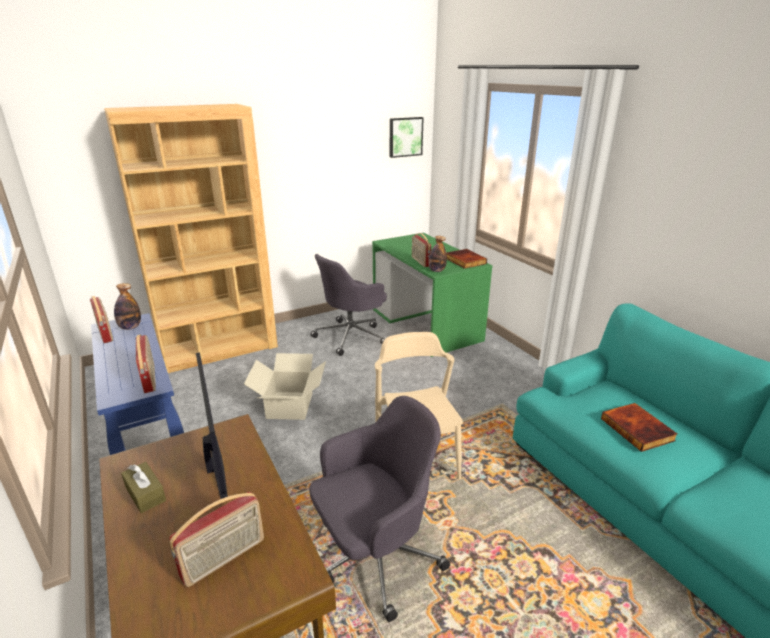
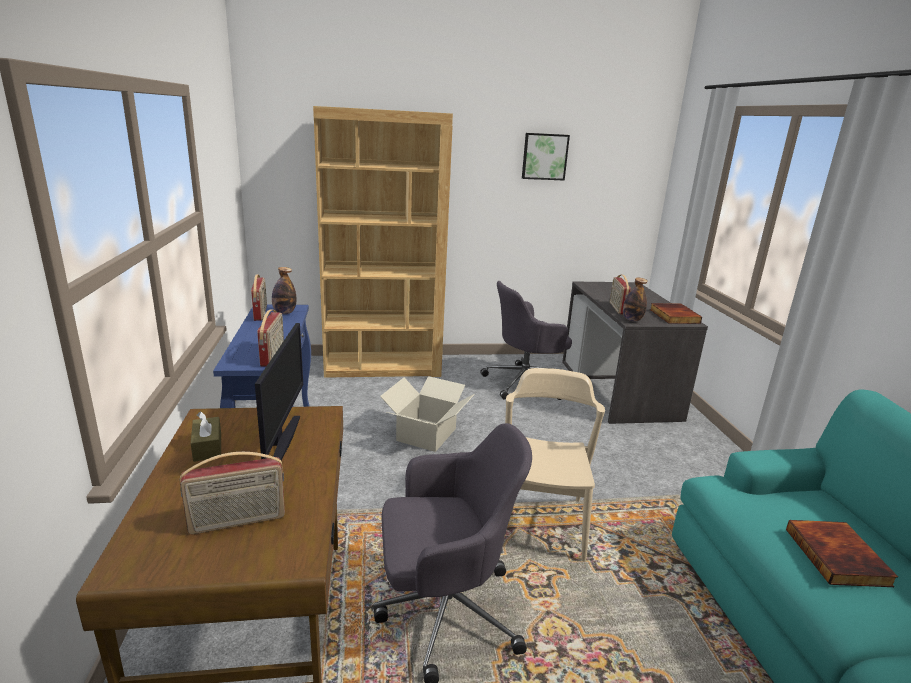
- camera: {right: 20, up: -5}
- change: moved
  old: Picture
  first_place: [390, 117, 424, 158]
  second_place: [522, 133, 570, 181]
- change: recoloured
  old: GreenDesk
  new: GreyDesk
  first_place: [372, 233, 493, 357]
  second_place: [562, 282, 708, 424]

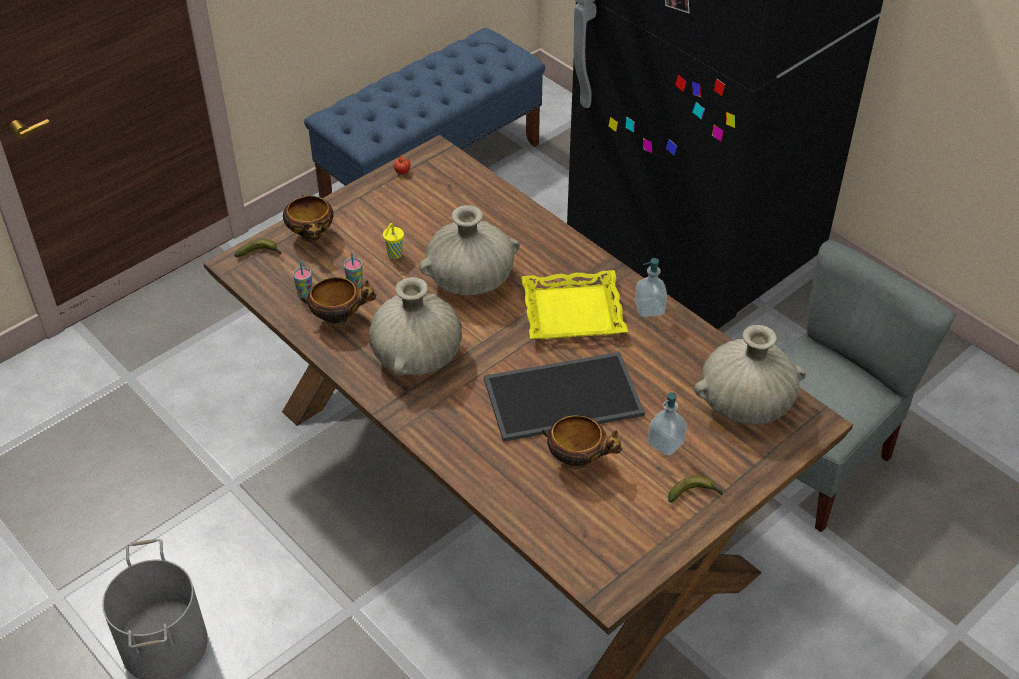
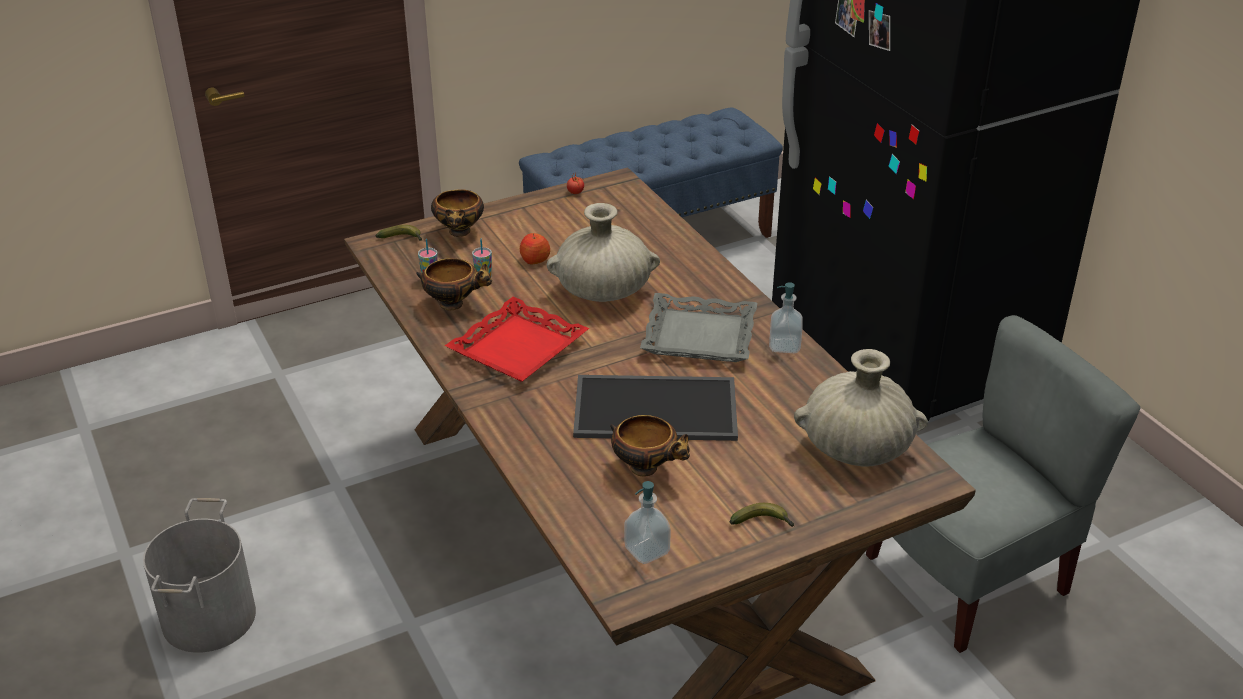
- camera: {right: 15, up: -10}
- change: replaced
  old: BeigeVase
  new: RedTray
  first_place: [369, 277, 462, 376]
  second_place: [445, 297, 589, 382]
- change: replaced
  old: YellowCup
  new: Apple
  first_place: [383, 223, 404, 259]
  second_place: [520, 233, 550, 264]
- change: moved
  old: SoapDispenser
  first_place: [647, 392, 687, 456]
  second_place: [625, 481, 671, 564]
- change: recoloured
  old: YellowTray
  new: GreyTray
  first_place: [521, 270, 628, 339]
  second_place: [640, 293, 757, 362]

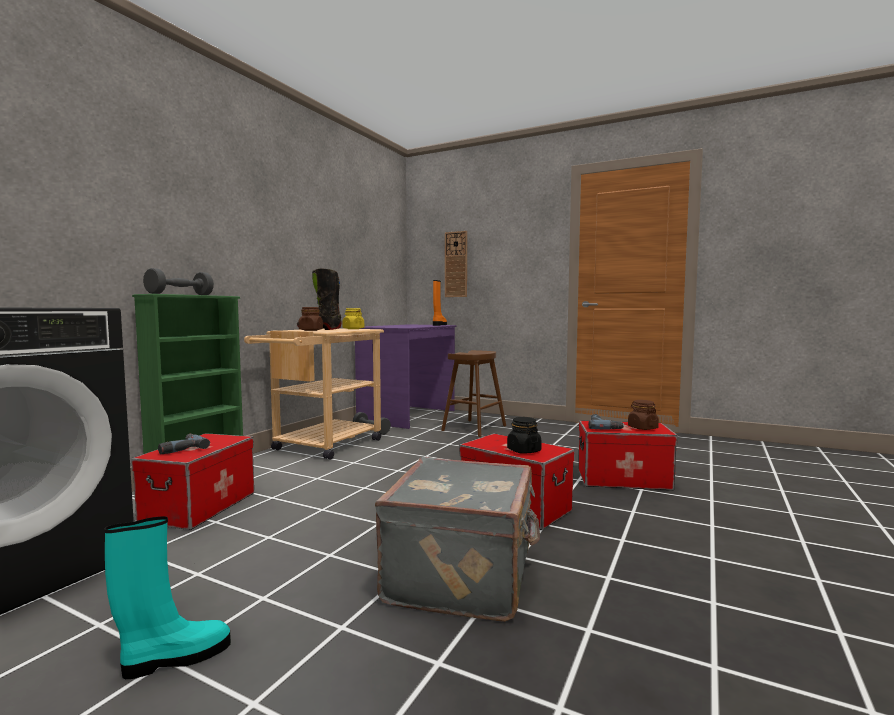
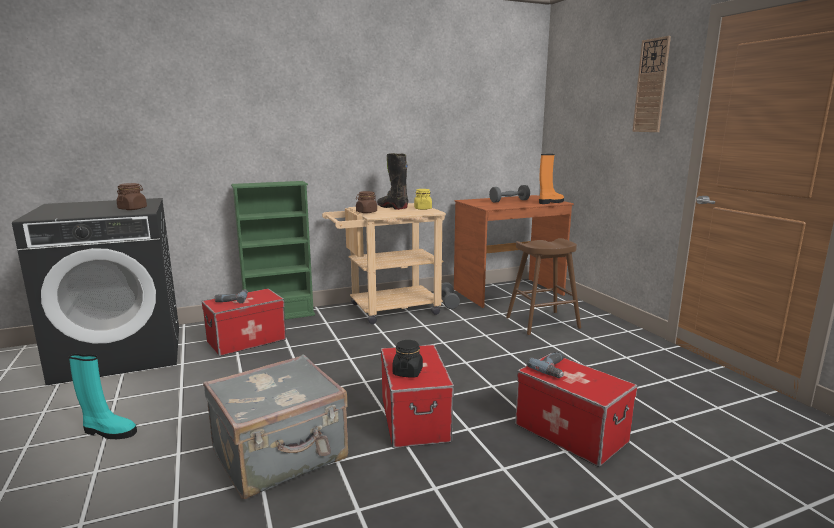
- camera: {right: 40, up: 10}
- change: moved
  old: BrownJar
  first_place: [628, 400, 659, 430]
  second_place: [117, 183, 147, 210]
- change: recoloured
  old: PurpleDesk
  new: BrownDesk
  first_place: [355, 324, 457, 429]
  second_place: [454, 195, 574, 308]
- change: moved
  old: GreyDumbbell
  first_place: [143, 268, 214, 295]
  second_place: [489, 185, 530, 203]
- change: moved
  old: WallClock
  first_place: [445, 231, 467, 297]
  second_place: [632, 36, 671, 132]

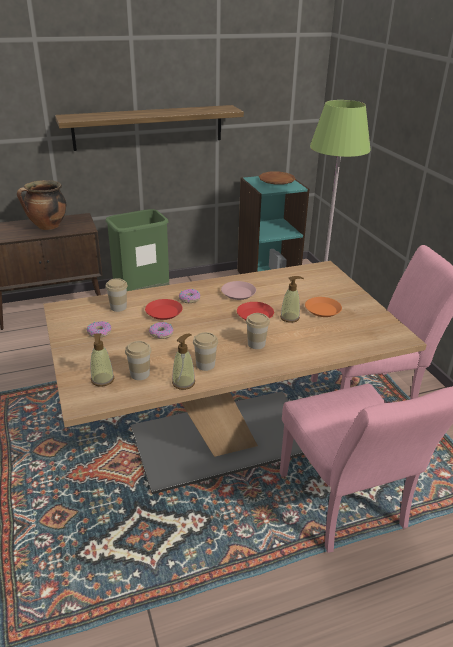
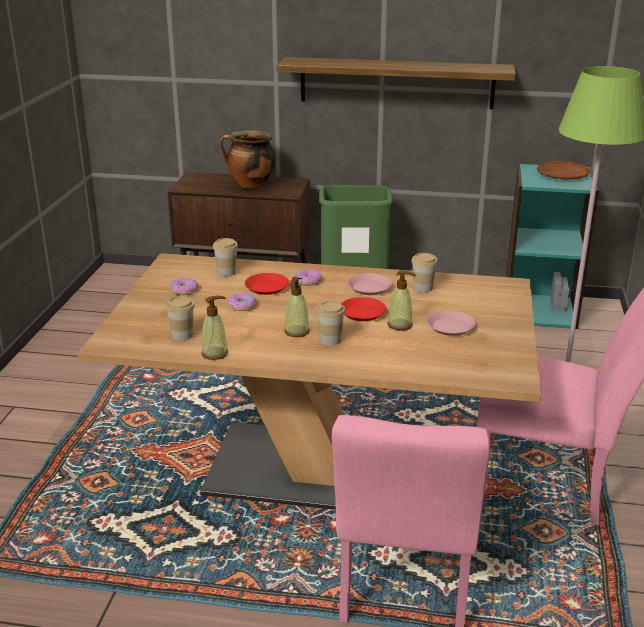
- camera: {right: 30, up: -5}
- change: moved
  old: SoapDispenser
  first_place: [91, 333, 114, 387]
  second_place: [284, 277, 310, 337]
- change: moved
  old: Cup
  first_place: [193, 332, 218, 371]
  second_place: [411, 253, 438, 293]
- change: recoloured
  old: OrangePlate
  new: PinkPlate
  first_place: [305, 297, 342, 317]
  second_place: [427, 310, 476, 336]

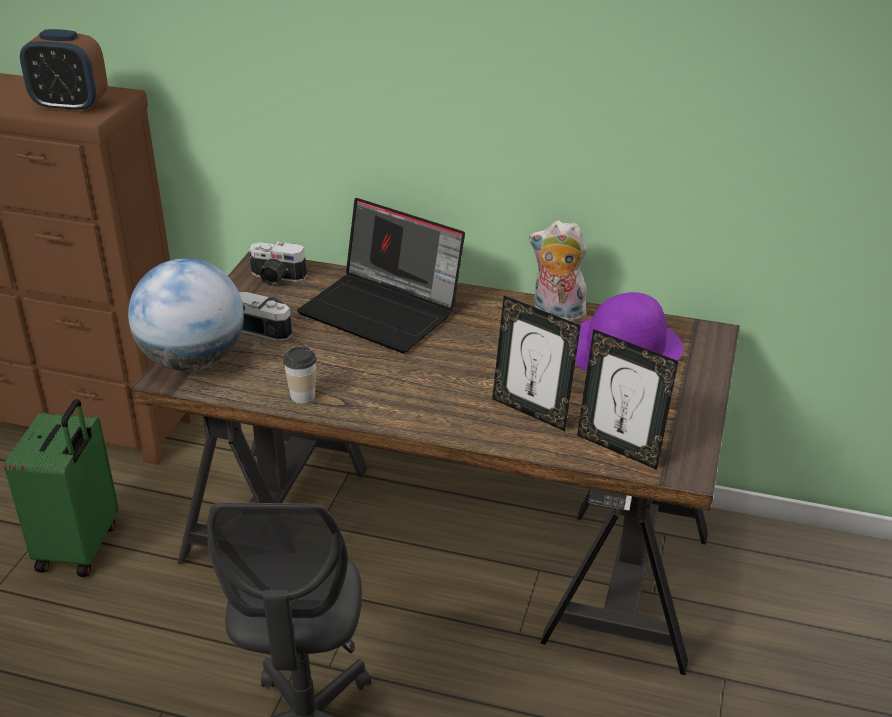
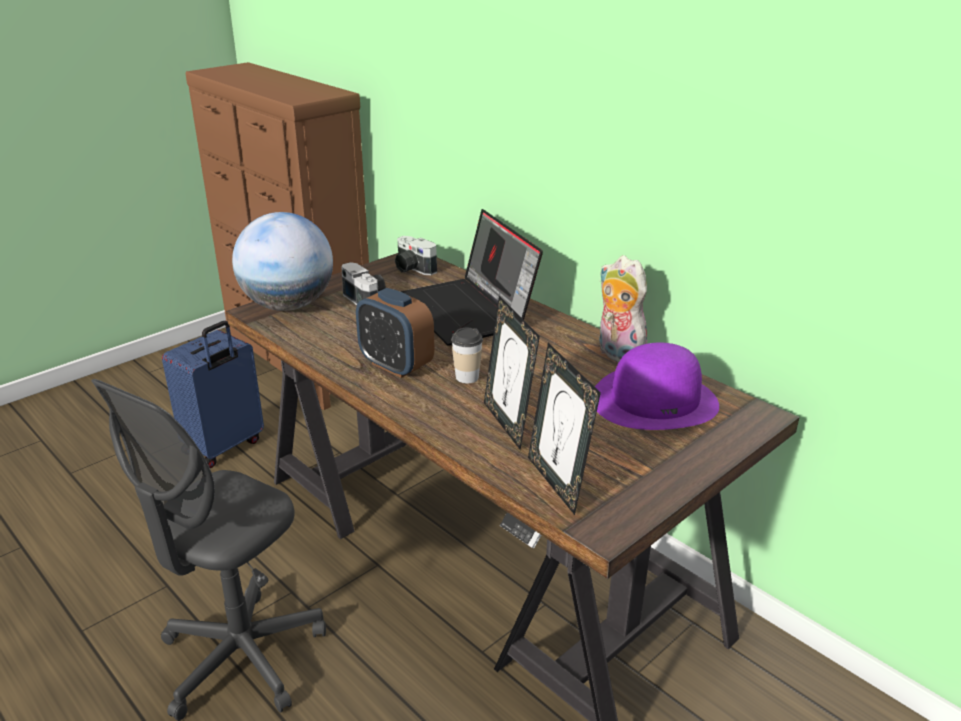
- camera: {right: 30, up: -5}
- change: recoloured
  old: GreenSuitcase
  new: BlueSuitcase
  first_place: [5, 399, 118, 577]
  second_place: [162, 321, 264, 468]
- change: moved
  old: AlarmClock
  first_place: [20, 29, 108, 113]
  second_place: [356, 288, 435, 378]
- change: moved
  old: Cup
  first_place: [283, 346, 316, 404]
  second_place: [451, 328, 483, 383]

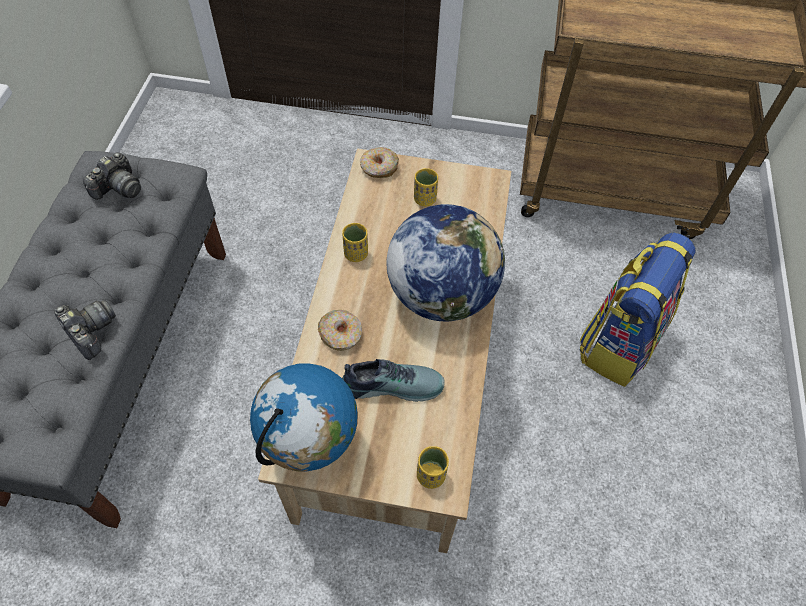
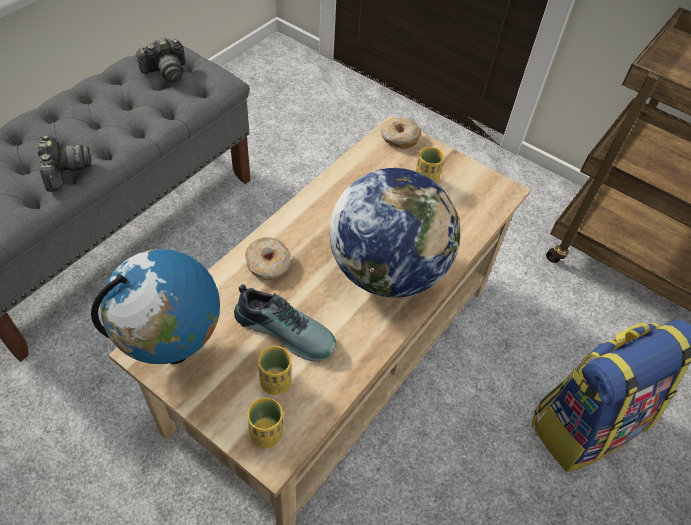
- camera: {right: 25, up: -5}
- change: moved
  old: YellowCup
  first_place: [342, 223, 368, 262]
  second_place: [258, 346, 292, 395]

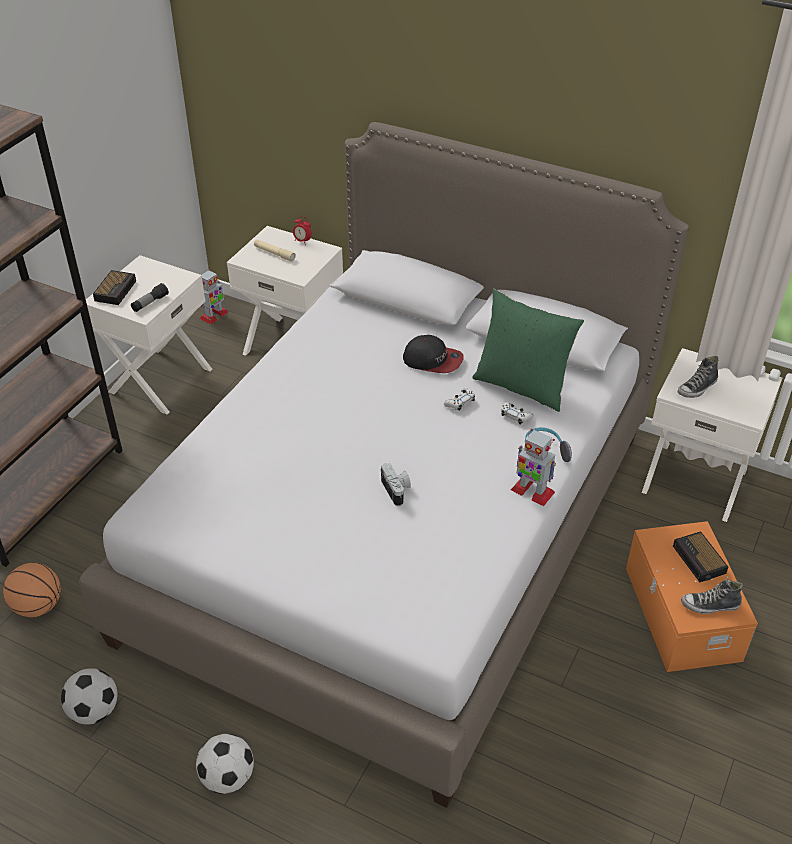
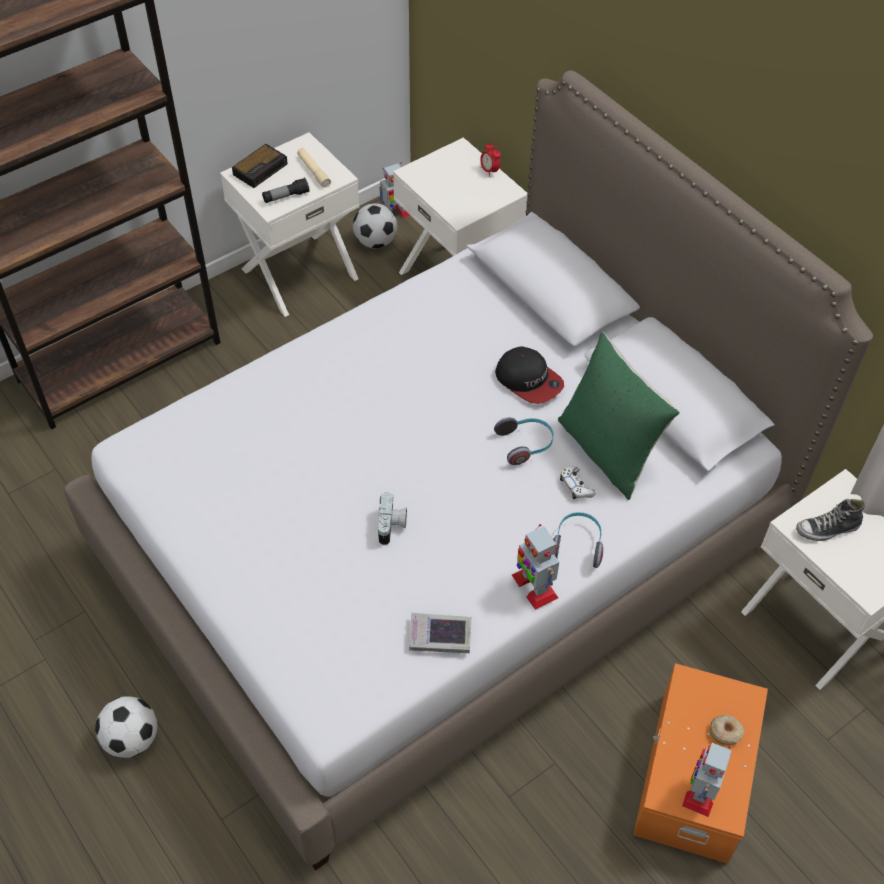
- camera: {right: 25, up: 10}
- change: moved
  old: BeigeFlashlight
  first_place: [254, 240, 296, 262]
  second_place: [297, 148, 331, 188]
- change: moved
  old: Football
  first_place: [61, 668, 118, 725]
  second_place: [353, 203, 397, 249]
- change: added
  new: Book
  second_place: [409, 613, 471, 653]
- change: replaced
  old: WhiteGameController
  new: Headphones
  first_place: [444, 388, 475, 411]
  second_place: [494, 417, 554, 465]
- change: replaced
  old: Shoe
  new: ToyRobot
  first_place: [681, 579, 743, 614]
  second_place: [682, 743, 732, 817]
- change: replaced
  old: AlarmClock
  new: Donut
  first_place: [673, 531, 728, 582]
  second_place: [710, 715, 745, 746]
- change: removed
  old: Basketball
  first_place: [3, 562, 61, 617]

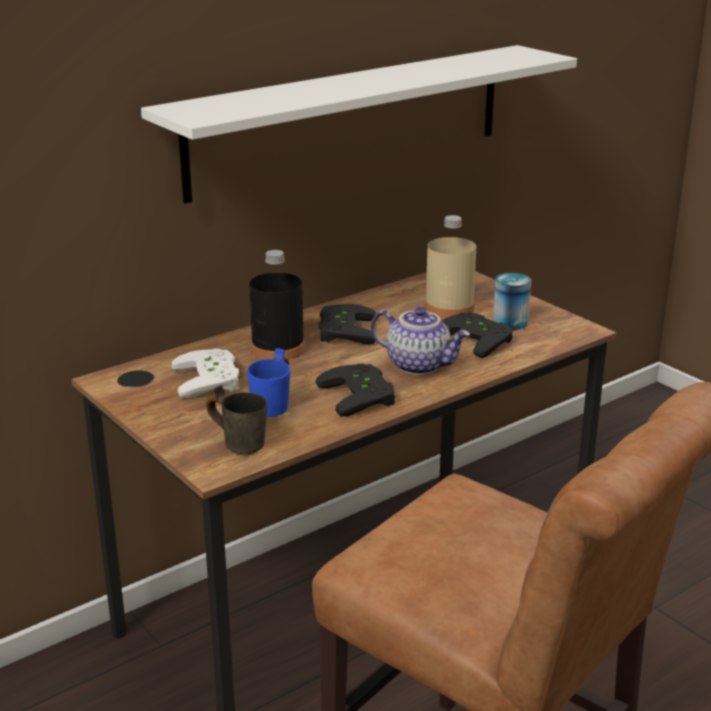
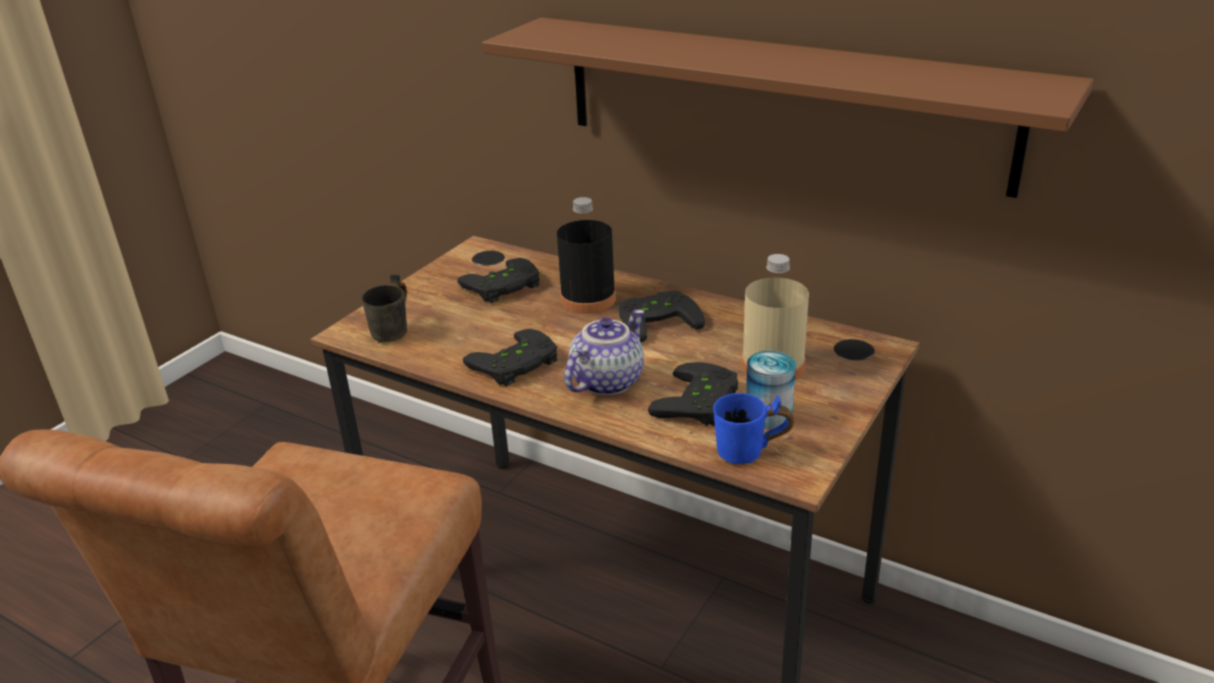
- camera: {right: 70, up: 5}
- change: recoloured
  old: WhiteGameController
  new: BlackGameController
  first_place: [172, 349, 239, 398]
  second_place: [457, 258, 540, 303]
- change: recoloured
  old: WhiteShelf
  new: BrownShelf
  first_place: [141, 45, 577, 203]
  second_place: [482, 17, 1094, 198]
- change: turned
  old: Teapot
  first_place: [371, 307, 470, 375]
  second_place: [564, 309, 645, 395]
  degrees: -150
- change: moved
  old: BlueMug
  first_place: [247, 349, 290, 417]
  second_place: [713, 393, 794, 464]

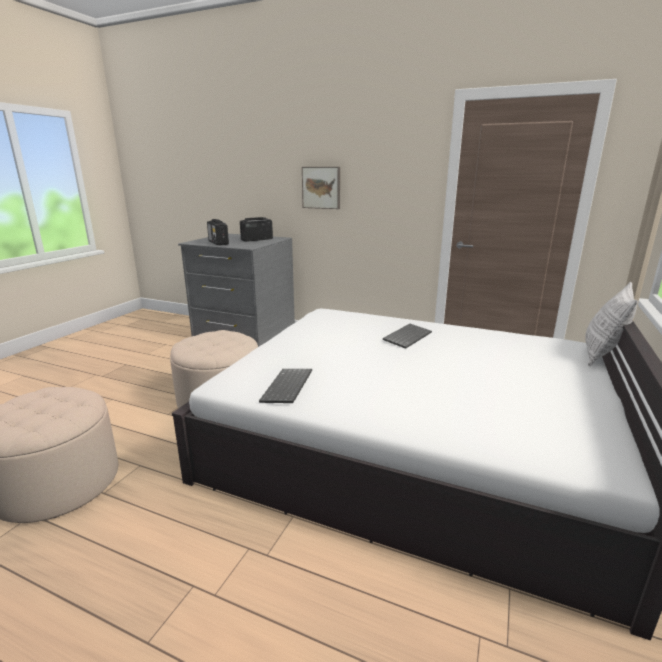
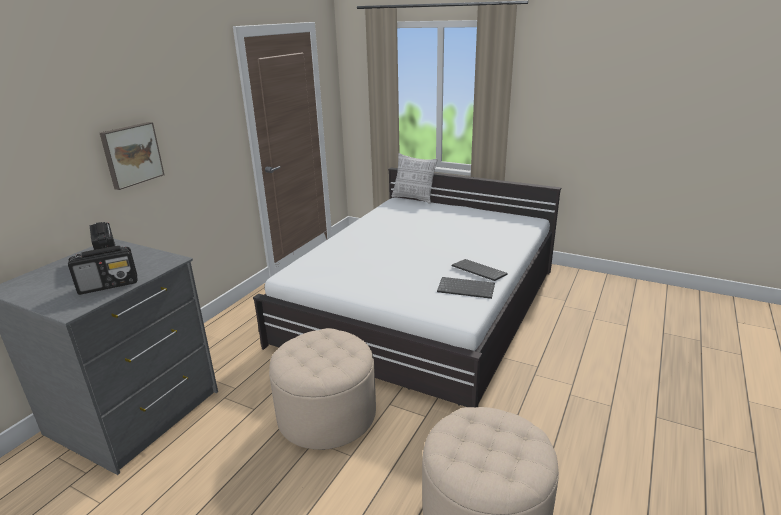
- camera: {right: -85, up: 5}
- change: moved
  old: Keyboard
  first_place: [383, 324, 432, 349]
  second_place: [452, 259, 508, 281]

